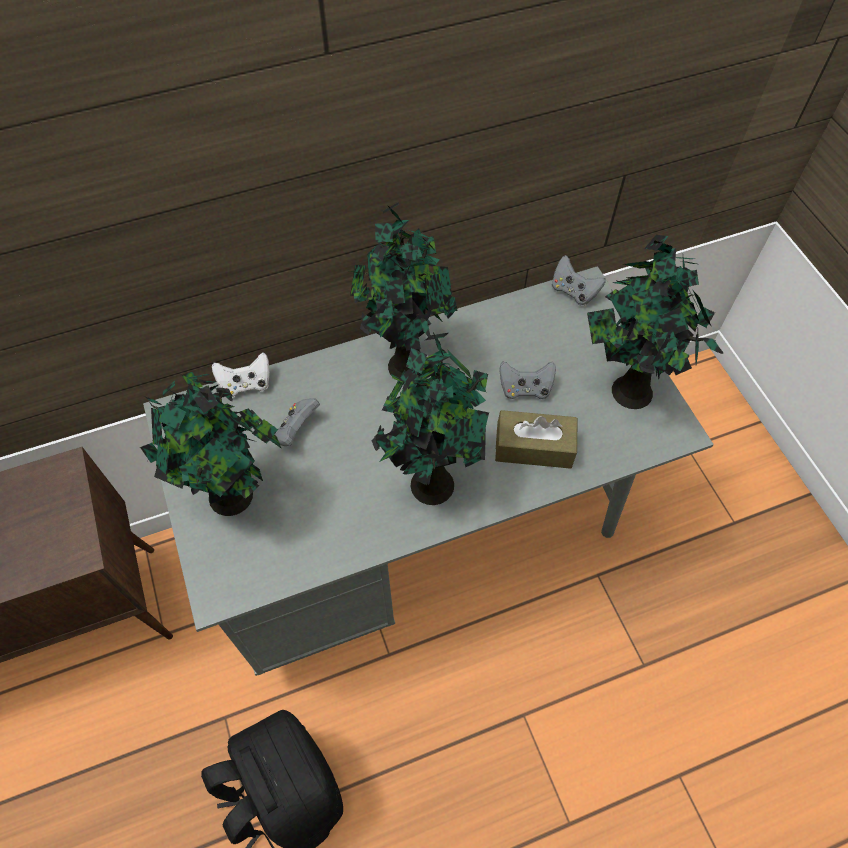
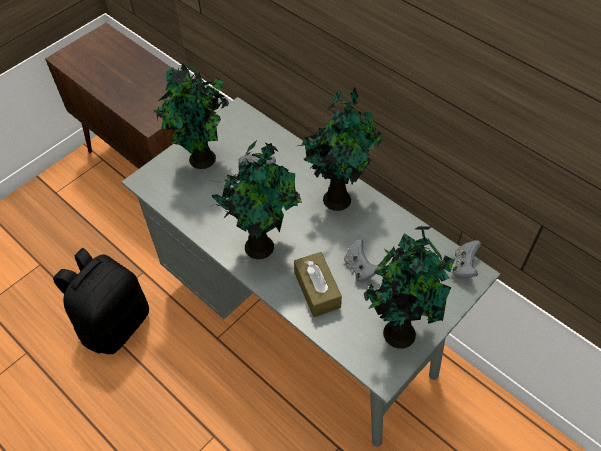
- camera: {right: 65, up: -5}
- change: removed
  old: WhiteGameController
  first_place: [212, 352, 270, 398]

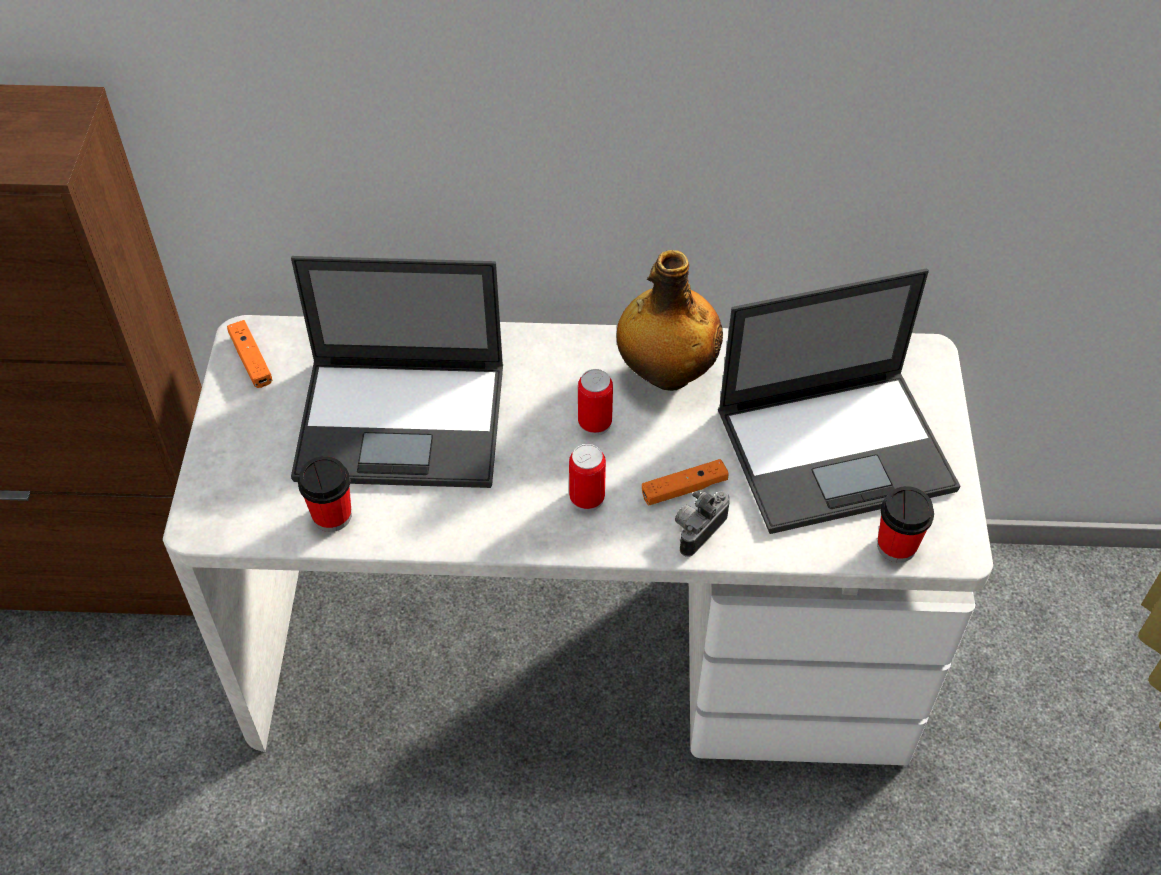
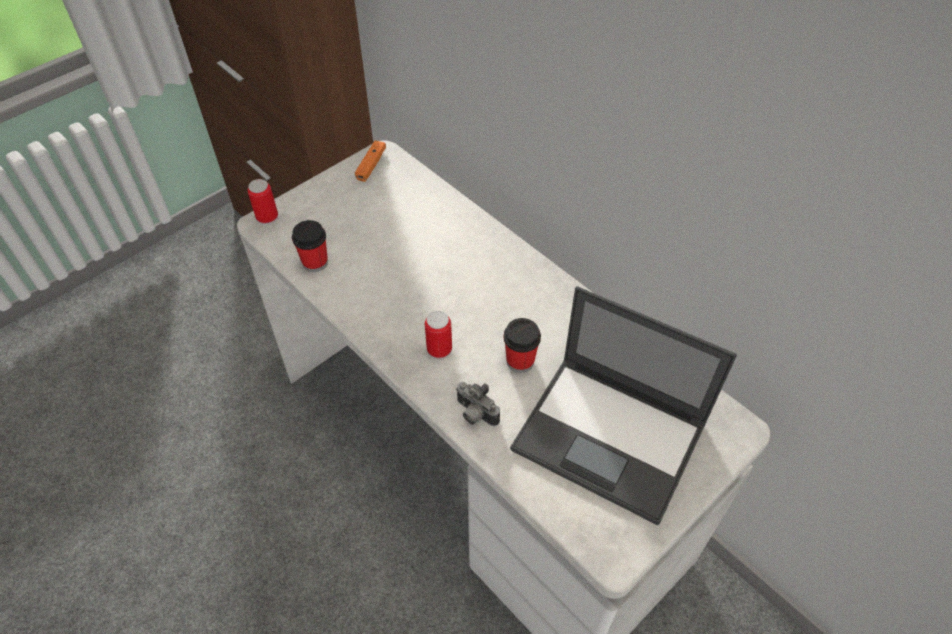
- camera: {right: 45, up: 0}
- change: moved
  old: Can
  first_place: [578, 369, 613, 436]
  second_place: [247, 179, 278, 225]
- change: turned
  old: PhotoCamera
  first_place: [675, 491, 730, 557]
  second_place: [456, 382, 500, 426]
  degrees: -135
- change: moved
  old: Cup
  first_place: [877, 486, 934, 563]
  second_place: [504, 318, 541, 373]
- change: removed
  old: Laptop
  first_place: [291, 256, 503, 488]
- change: removed
  old: Bottle
  first_place: [616, 250, 723, 391]
- change: removed
  old: OrangeGameController
  first_place: [642, 459, 729, 505]

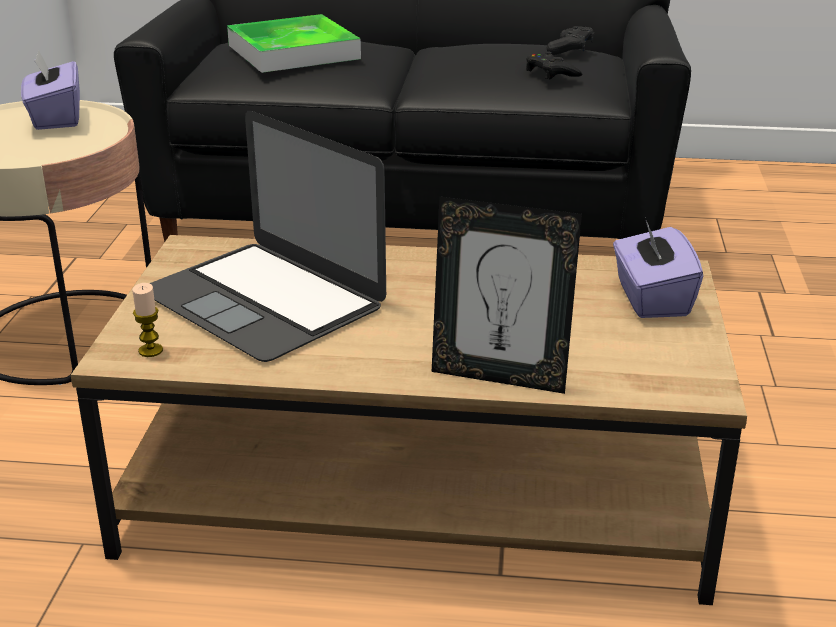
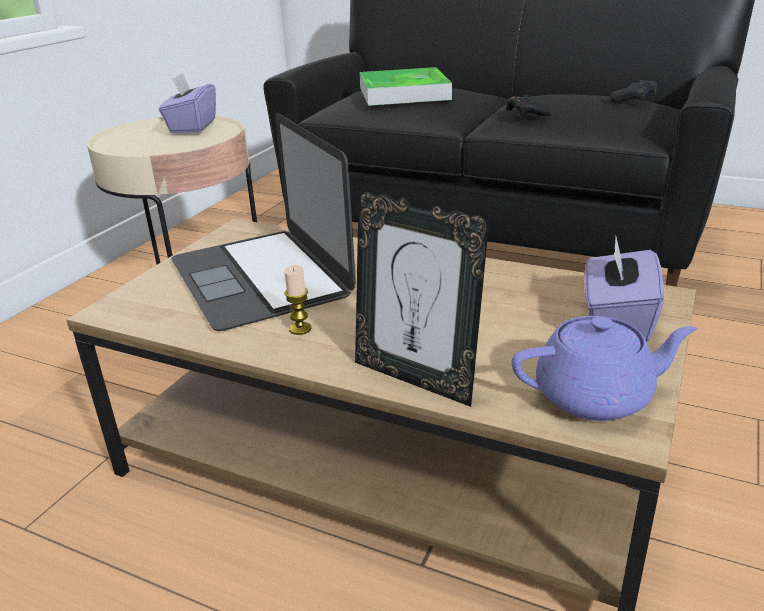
- camera: {right: 20, up: 0}
- change: moved
  old: Candle
  first_place: [132, 283, 163, 357]
  second_place: [284, 265, 311, 335]
- change: moved
  old: BlackGameController
  first_place: [526, 52, 582, 79]
  second_place: [506, 95, 551, 117]
- change: added
  new: PurpleTeapot
  second_place: [512, 316, 698, 421]

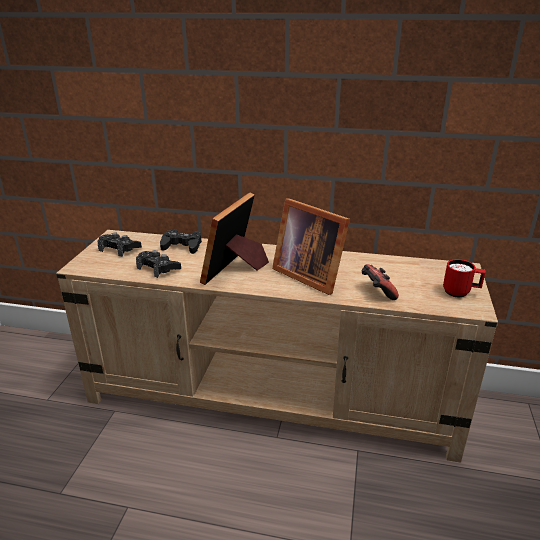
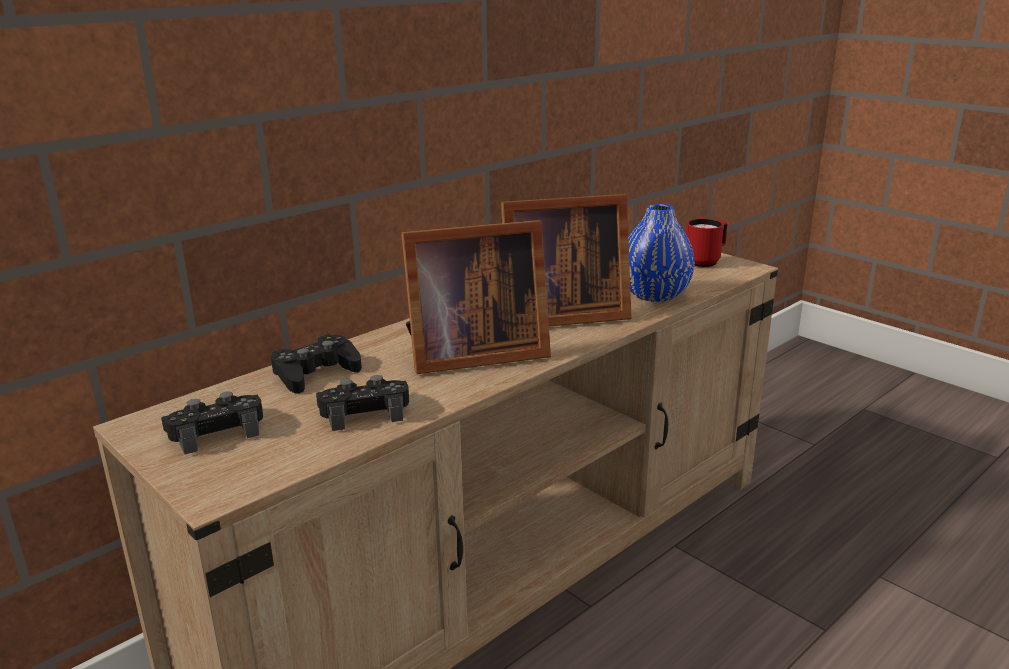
- camera: {right: -55, up: -5}
- change: turned
  old: PictureFrame
  first_place: [200, 192, 269, 285]
  second_place: [401, 220, 551, 374]
  degrees: -75
- change: replaced
  old: GameController
  new: BlueVase
  first_place: [361, 264, 399, 300]
  second_place: [629, 204, 695, 302]

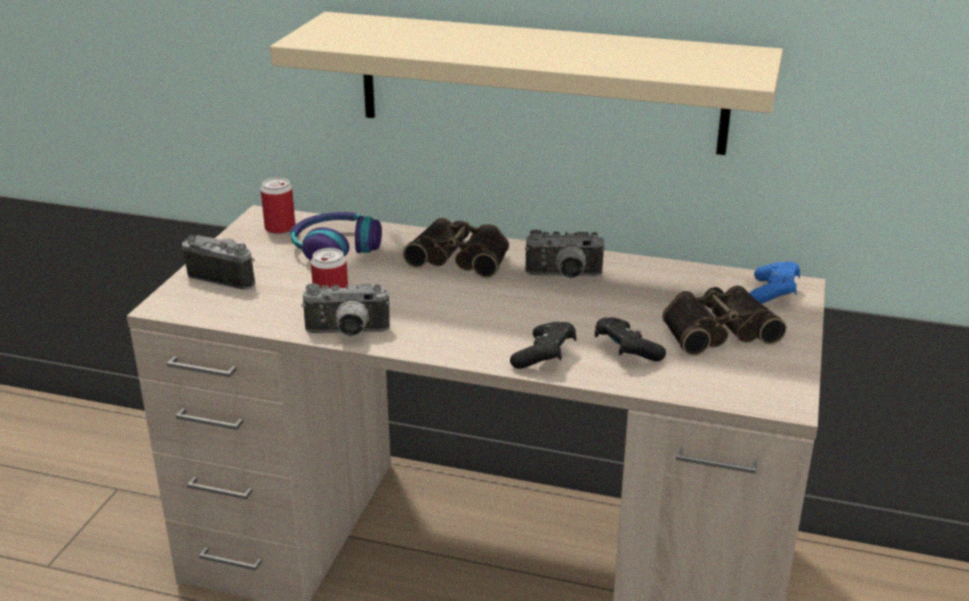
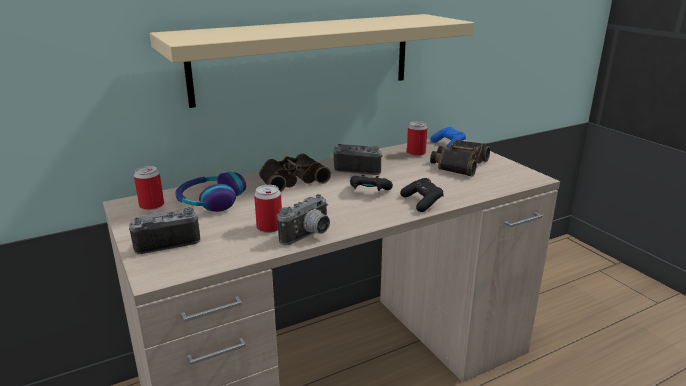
- camera: {right: -45, up: -5}
- change: turned
  old: PhotoCamera
  first_place: [525, 229, 605, 278]
  second_place: [333, 144, 383, 175]
  degrees: -120
- change: moved
  old: BlackGameController
  first_place: [595, 317, 666, 361]
  second_place: [350, 174, 393, 191]
- change: added
  new: Can
  second_place: [407, 121, 427, 156]

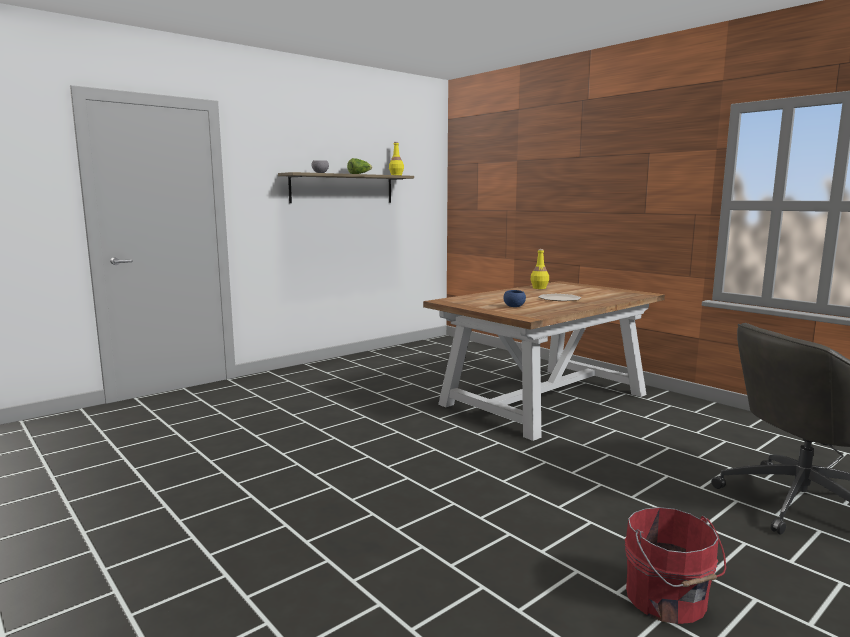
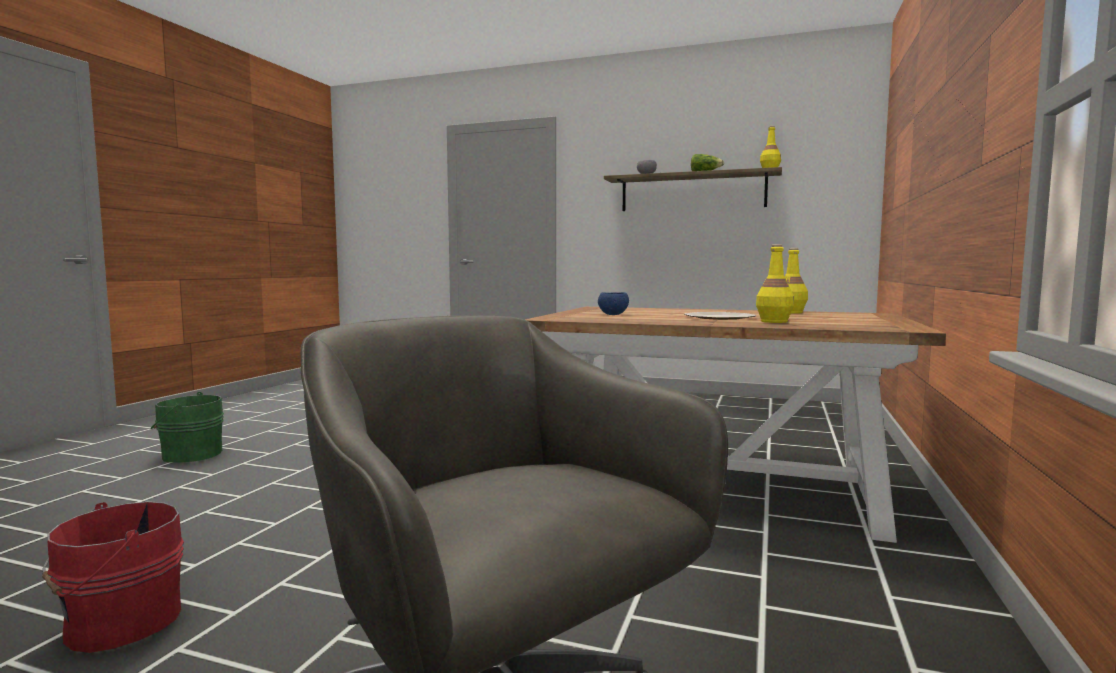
- camera: {right: 60, up: -5}
- change: added
  new: GreenBucket
  second_place: [150, 392, 224, 463]
- change: added
  new: YellowBottle
  second_place: [756, 244, 794, 323]

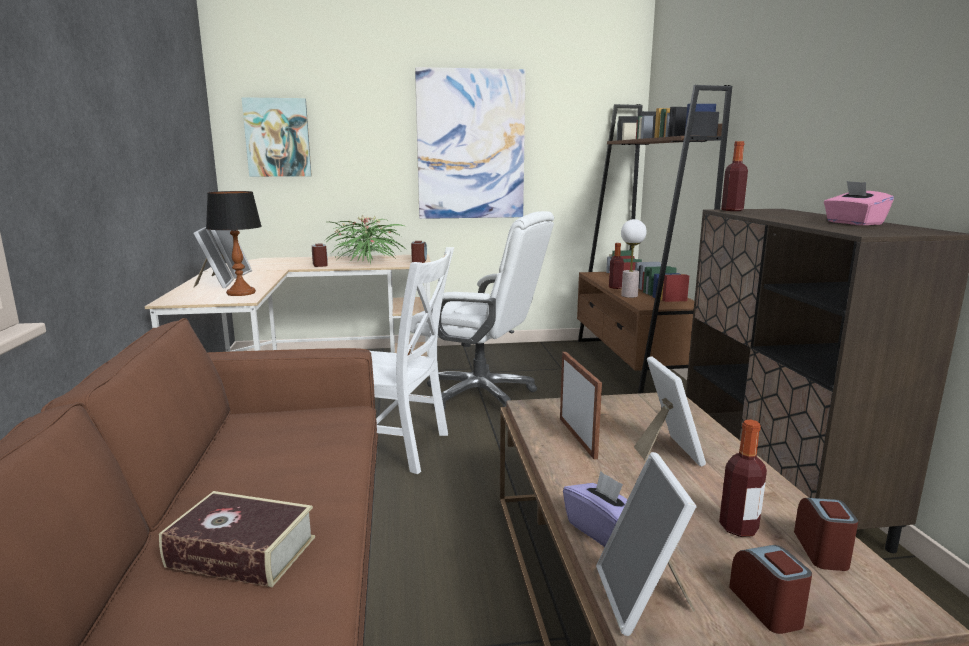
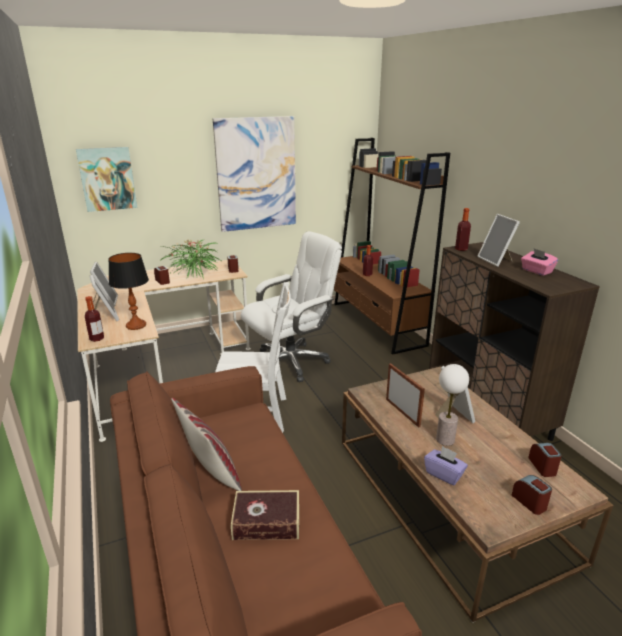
- camera: {right: -15, up: 10}
- change: moved
  old: Bottle
  first_place: [719, 420, 767, 537]
  second_place: [85, 296, 104, 342]
- change: added
  new: Pillow
  second_place: [171, 398, 242, 491]
- change: turned
  old: WhiteOfficeChair
  first_place: [410, 211, 554, 410]
  second_place: [241, 231, 342, 382]
  degrees: -45
- change: moved
  old: TableLamp
  first_place: [621, 219, 647, 298]
  second_place: [436, 364, 469, 446]
- change: moved
  old: PictureFrame
  first_place: [596, 452, 697, 636]
  second_place: [477, 214, 520, 267]

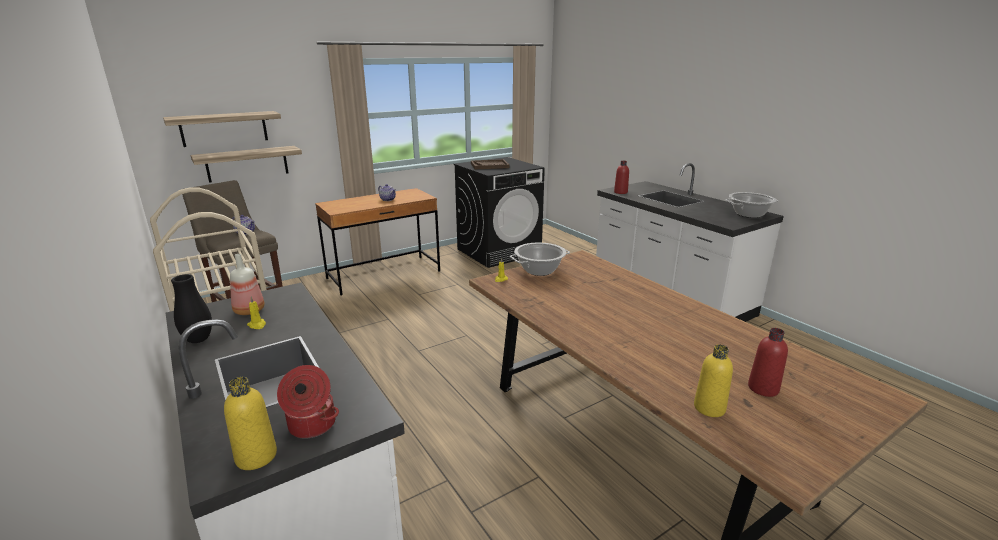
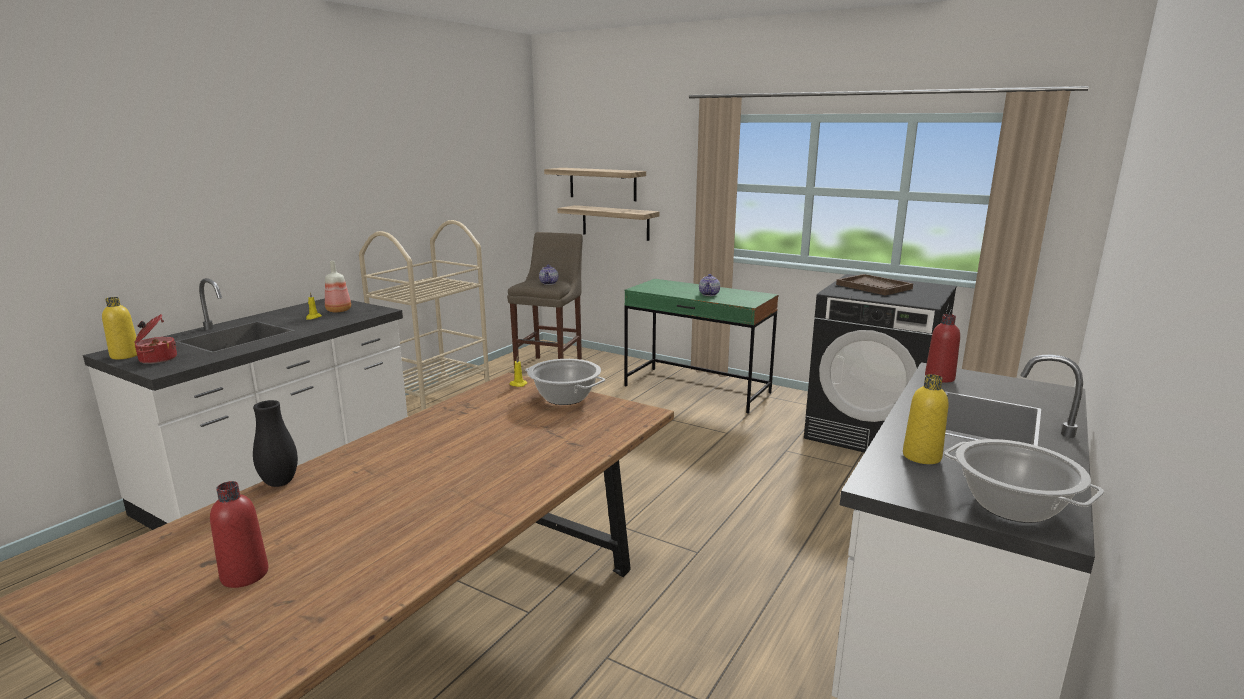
- camera: {right: 65, up: -5}
- change: moved
  old: BlackVase
  first_place: [171, 274, 212, 343]
  second_place: [253, 400, 298, 487]
- change: recoloured
  old: BrownDesk
  new: GreenDesk
  first_place: [315, 188, 440, 296]
  second_place: [624, 279, 779, 414]
- change: moved
  old: YellowBottle
  first_place: [694, 344, 733, 417]
  second_place: [903, 374, 948, 464]

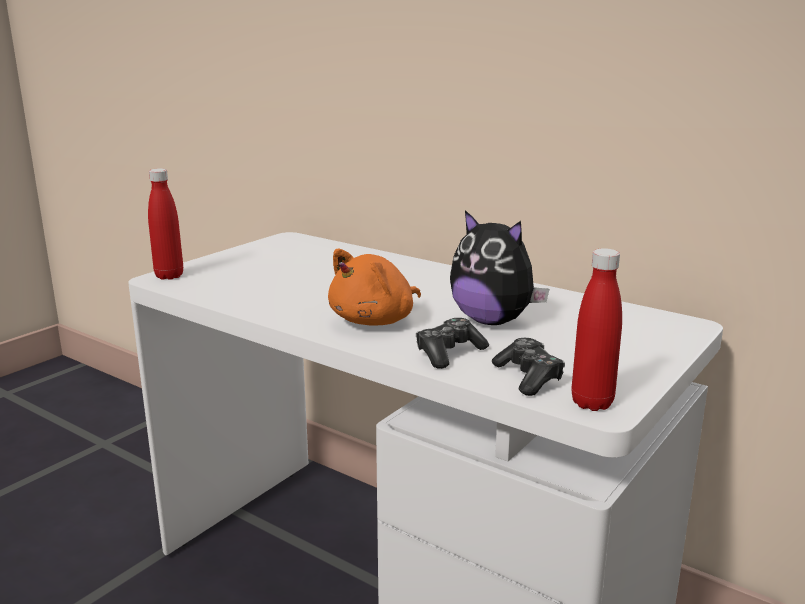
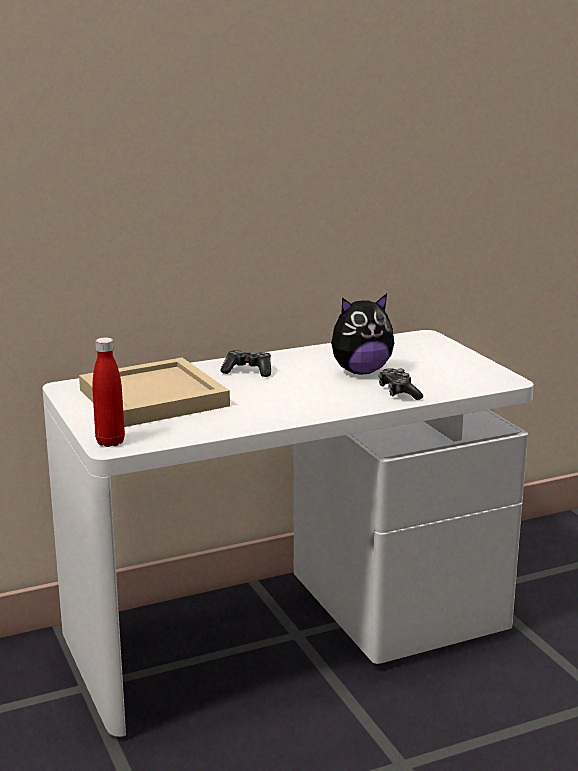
- camera: {right: -60, up: 0}
- change: added
  new: BeigeTray
  second_place: [79, 358, 230, 427]
- change: moved
  old: GameController
  first_place: [492, 338, 565, 396]
  second_place: [221, 350, 271, 377]
- change: removed
  old: OrangePlushToy
  first_place: [328, 249, 421, 326]
- change: removed
  old: RedBottle
  first_place: [572, 248, 622, 411]

